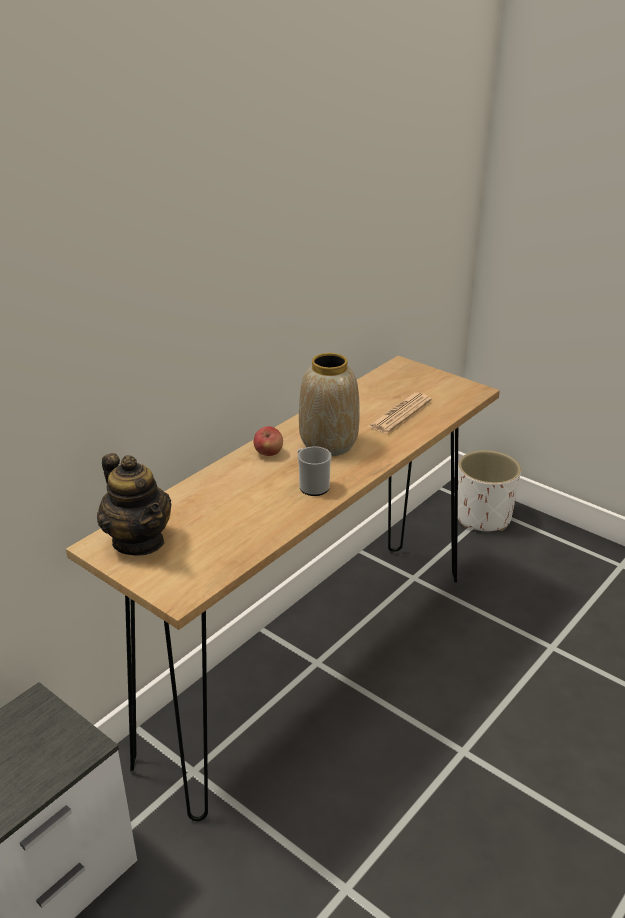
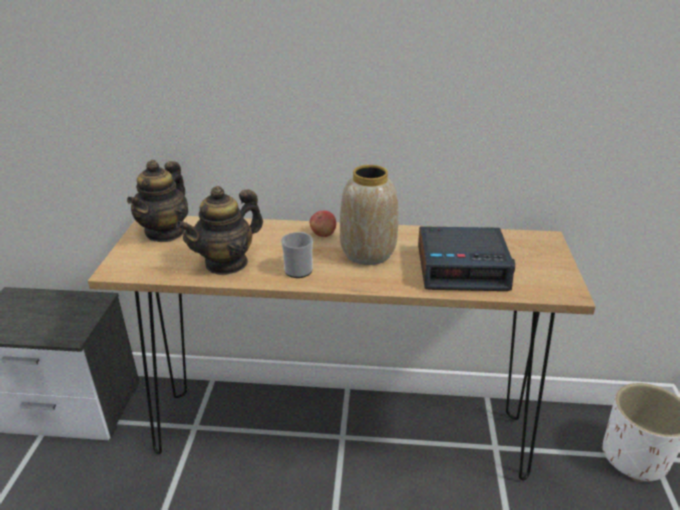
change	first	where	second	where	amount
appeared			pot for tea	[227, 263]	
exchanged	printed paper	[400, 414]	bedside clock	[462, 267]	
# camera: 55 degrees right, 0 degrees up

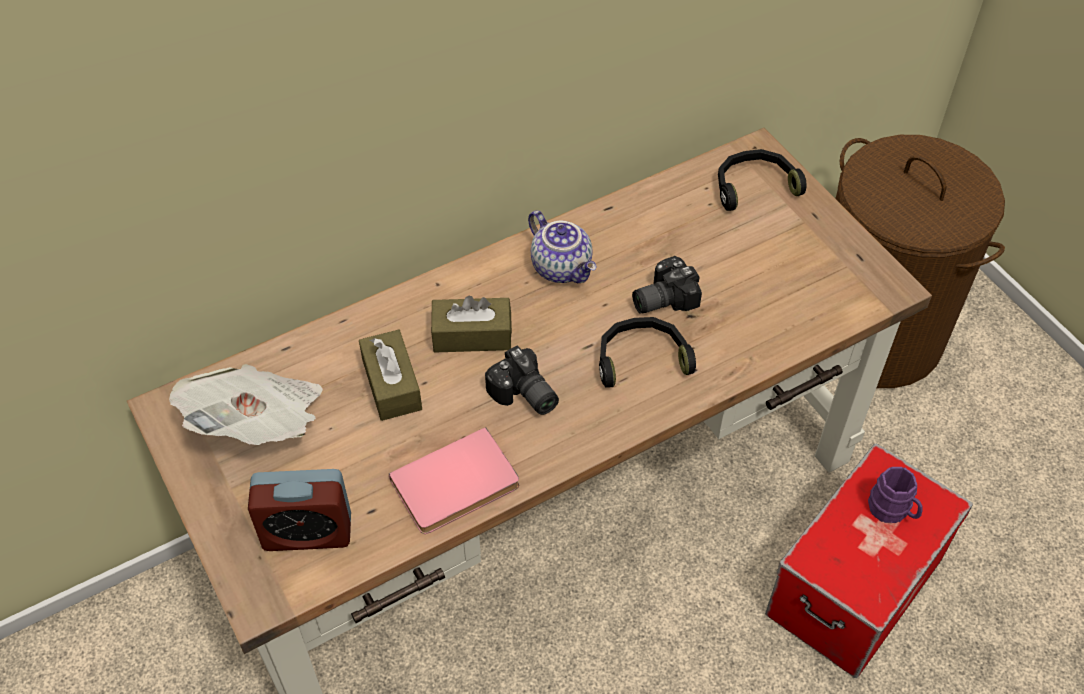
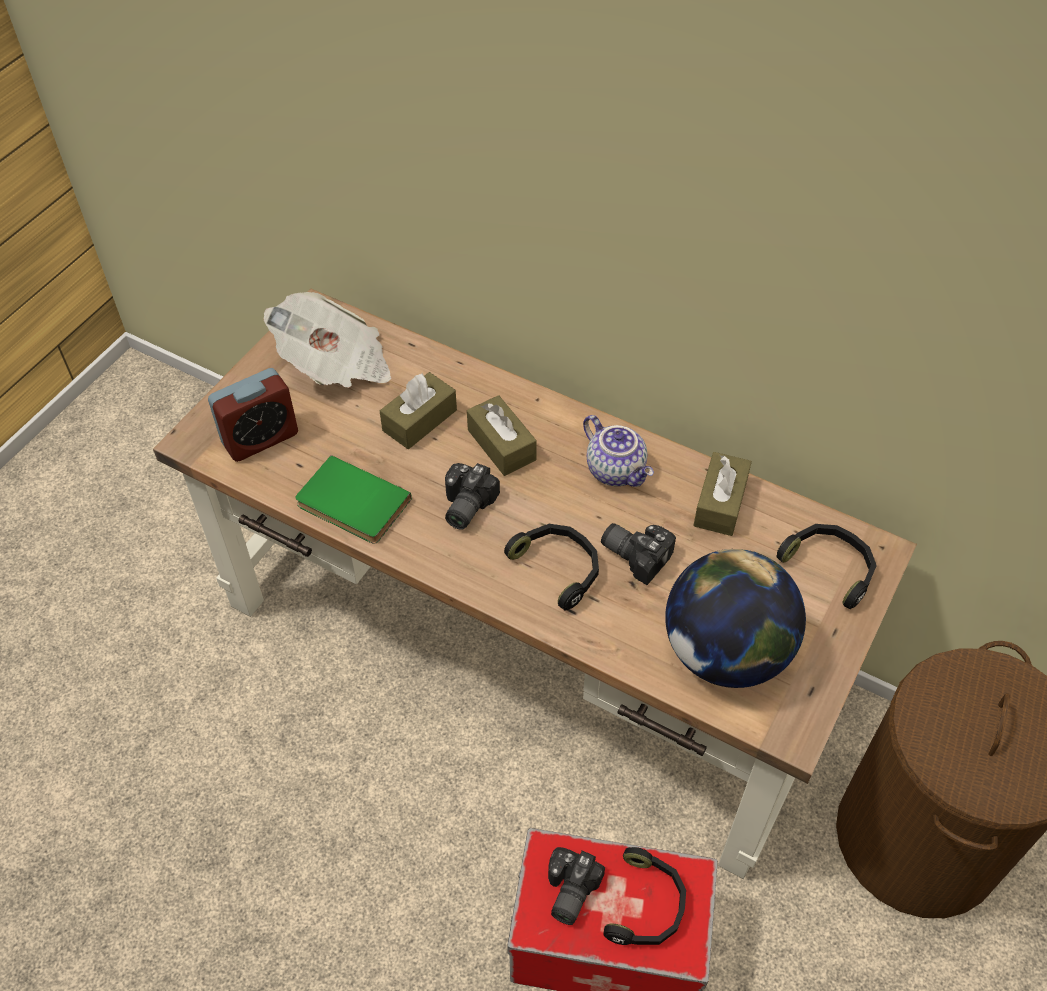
change	first	where	second	where	amount
appeared			photo camera	[567, 891]	
appeared			world globe	[725, 653]	
appeared			box of tissues (brown-coloured)	[720, 503]	
exchanged	tea mug (purple-coloured)	[892, 511]	pair of headphones (blackish)	[647, 906]	
colour	volume (pink)	[457, 486]	volume (green)	[351, 505]	
spun	bedside clock	[307, 532]		[260, 438]	90 degrees counterclockwise
spun	pot for tea	[563, 267]		[617, 470]	60 degrees counterclockwise
# camera: 60 degrees right, 0 degrees up

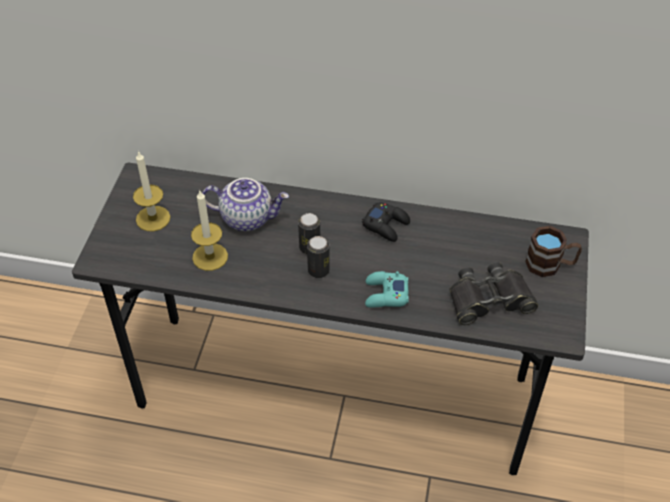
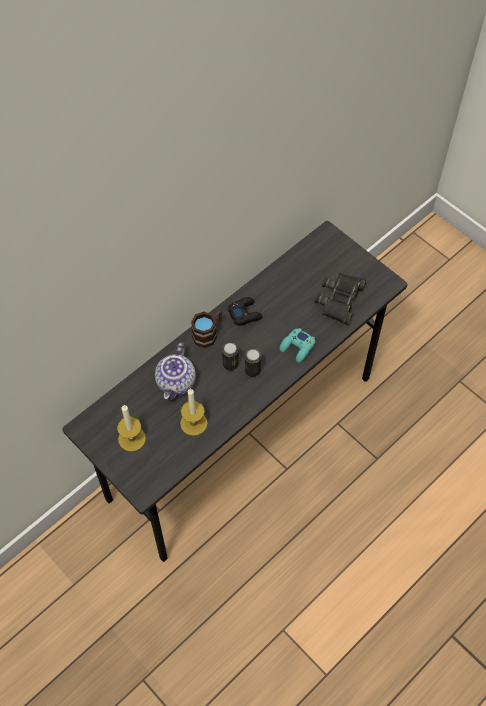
change	first	where	second	where	amount
relocated	tea mug (brown-coloured)	[550, 265]		[208, 333]	
spun	pot for tea	[247, 217]		[177, 383]	150 degrees clockwise
# camera: 55 degrees left, 10 degrees up

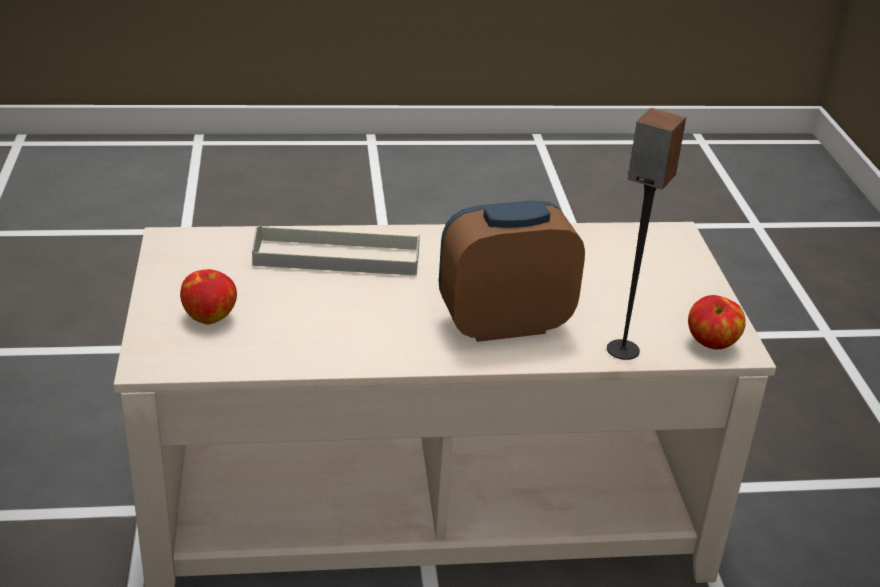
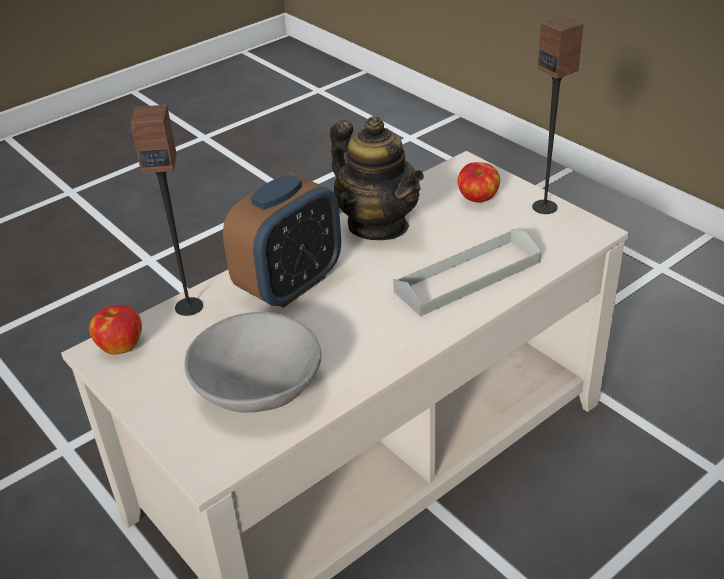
change	first	where	second	where	amount
appeared			serving bowl (gray)	[257, 389]	
appeared			pot for tea	[378, 225]	
appeared			speaker	[545, 207]	
# camera: 150 degrees right, 5 degrees up

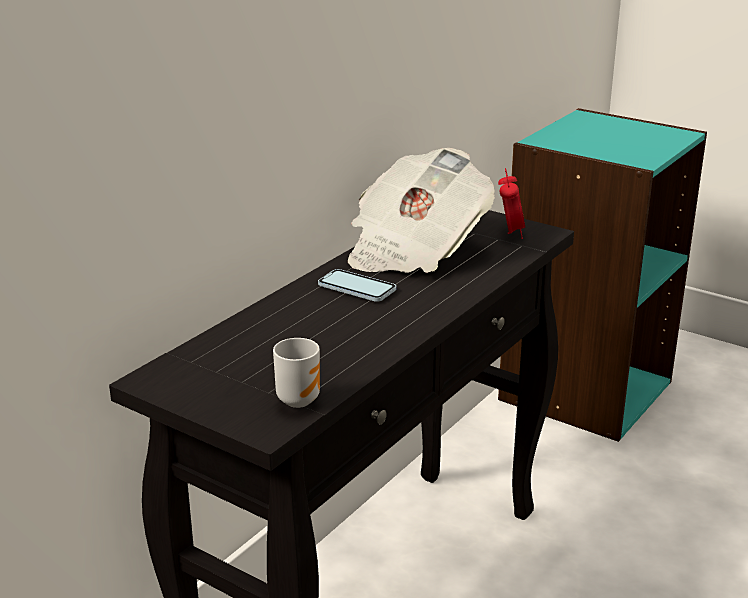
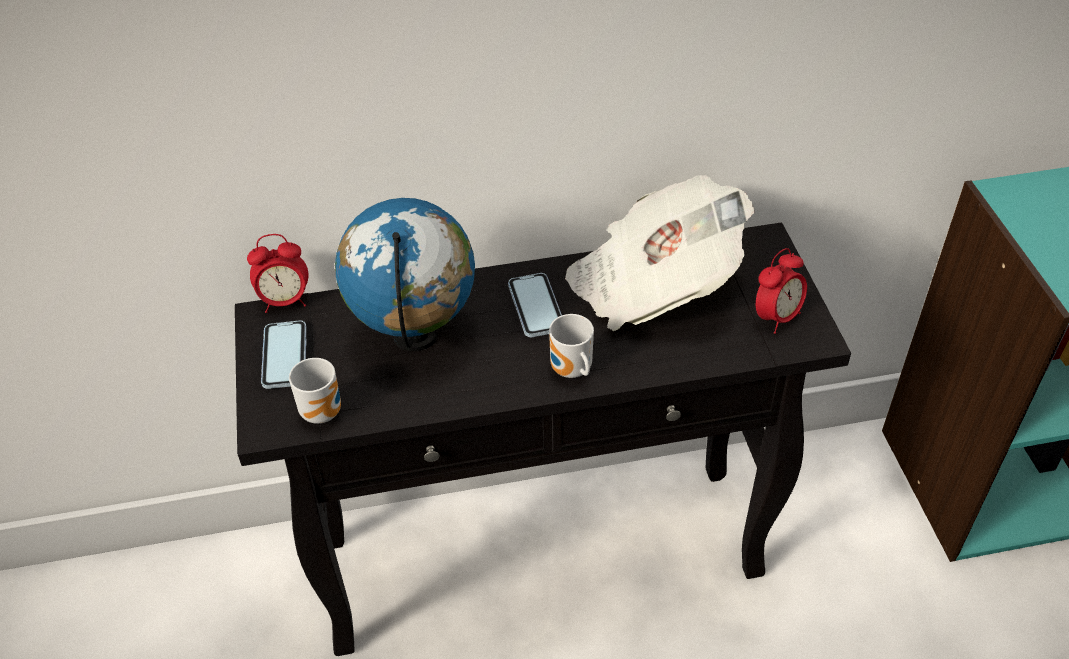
change	first	where	second	where	amount
appeared			bedside clock	[285, 301]	
appeared			handset	[285, 356]	
appeared			world globe	[416, 337]	
appeared			tea mug	[571, 372]	
# camera: 45 degrees right, 20 degrees up

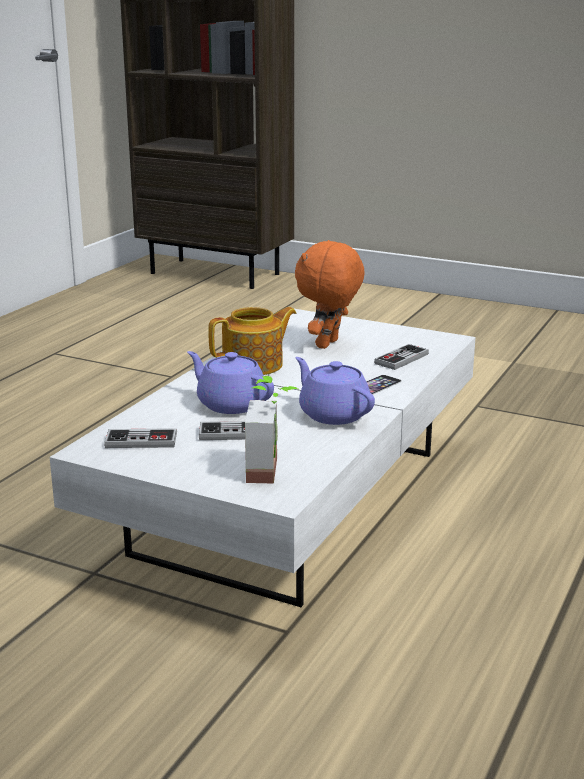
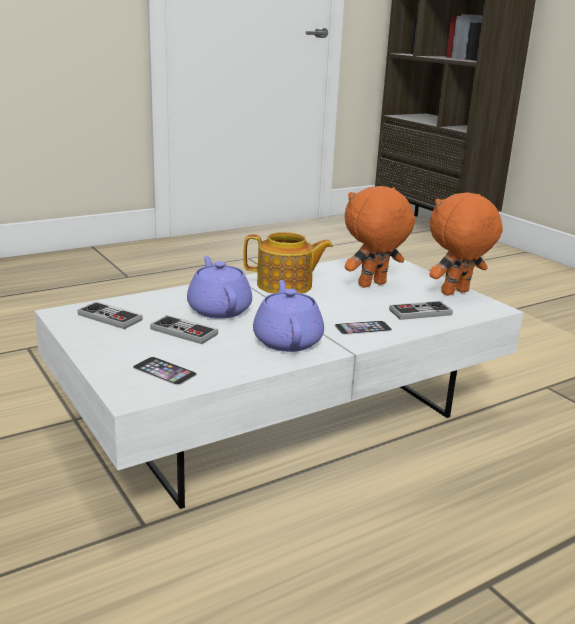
change	first	where	second	where	amount
appeared			cuddly toy (orange-coloured)	[455, 293]	
exchanged	houseplant	[273, 470]	handset	[164, 371]	
# camera: 30 degrees right, 0 degrees up

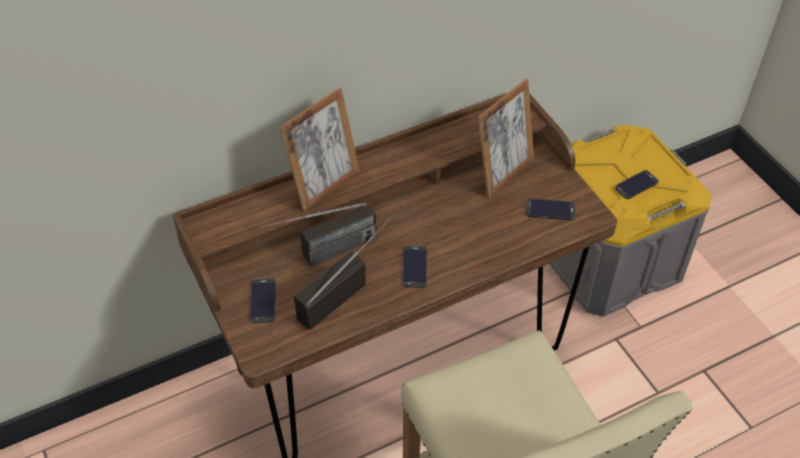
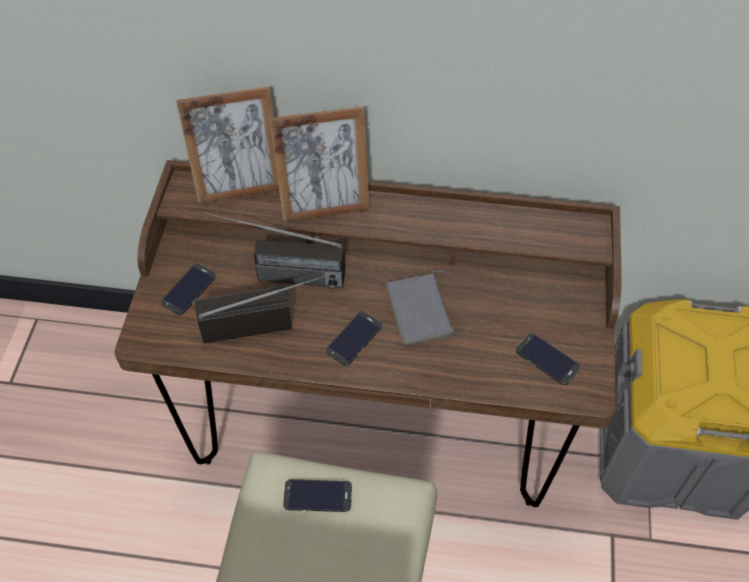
change	first	where	second	where	amount
appeared			volume (gray)	[422, 311]	
relocated	picture frame	[503, 173]		[240, 187]	
relocated	handset	[636, 185]		[317, 496]	
# camera: 35 degrees right, 5 degrees up

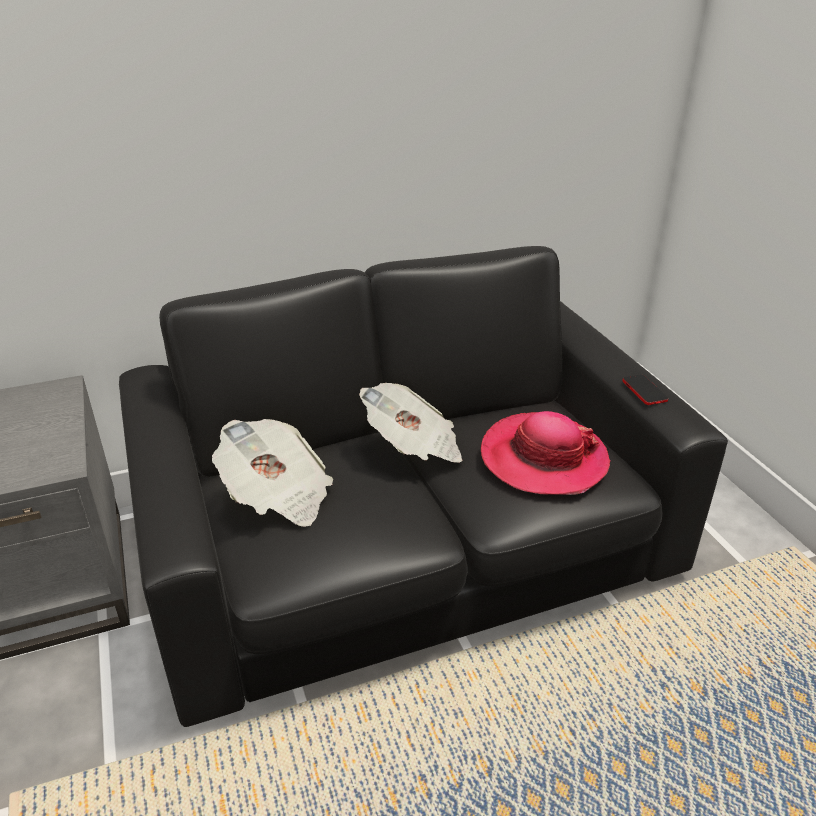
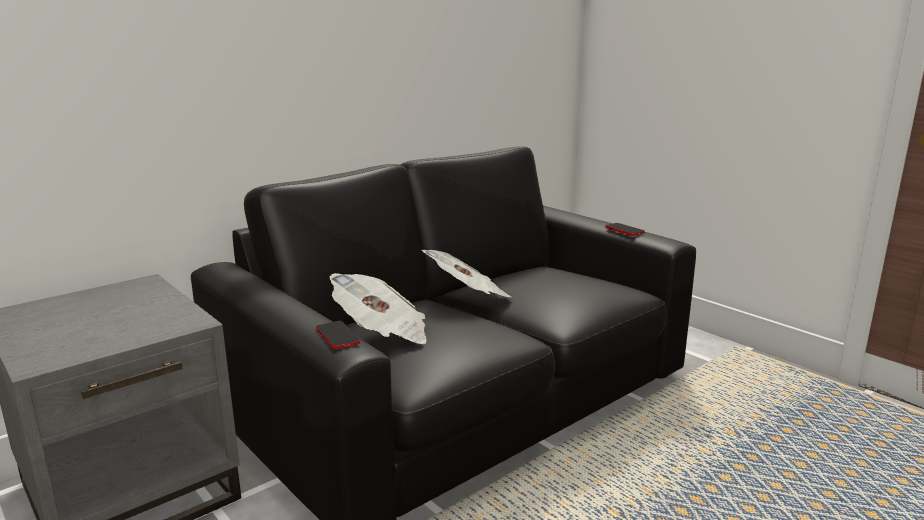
change	first	where	second	where	amount
missing	hat	[543, 458]			
appeared			handset	[337, 336]	
# camera: 20 degrees left, 15 degrees down

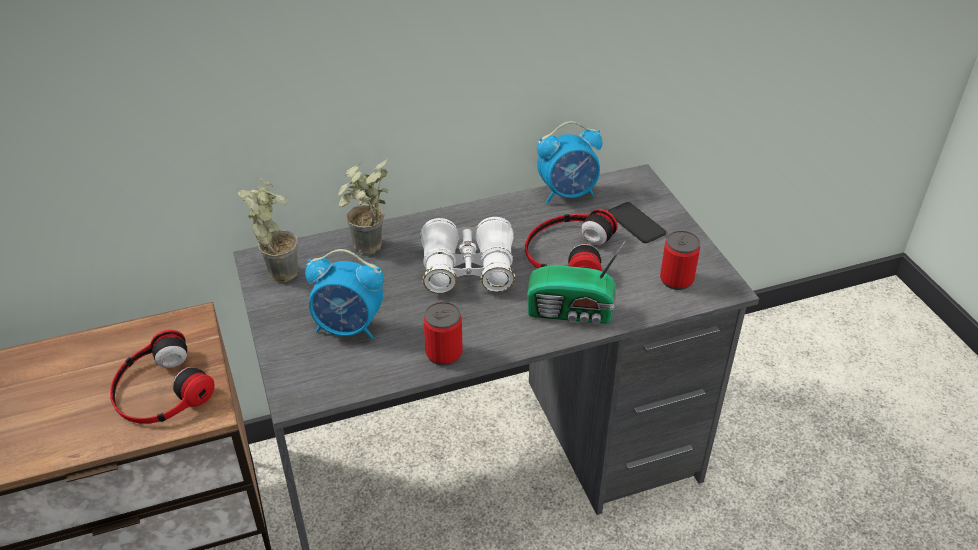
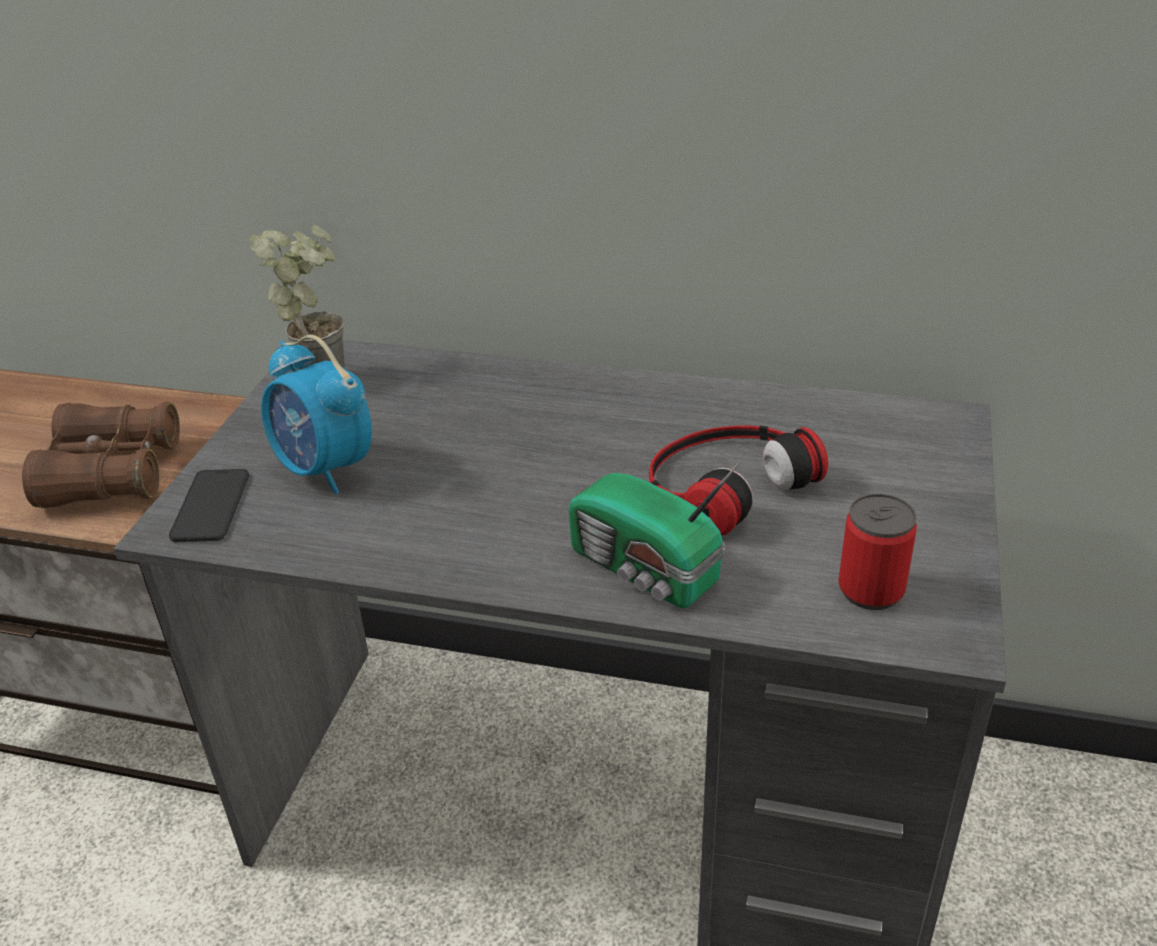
change	first	where	second	where	amount
missing	houseplant	[368, 252]			
missing	pair of binoculars (white-coloured)	[468, 269]			
missing	can	[444, 353]			
missing	bedside clock	[568, 193]			
relocated	handset	[636, 223]		[211, 506]	
exchanged	pair of headphones	[159, 390]	pair of binoculars (brown-coloured)	[112, 474]	
# camera: 35 degrees right, 5 degrees down

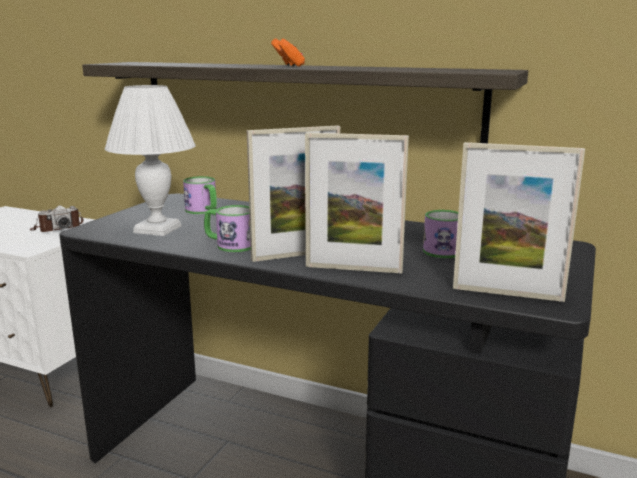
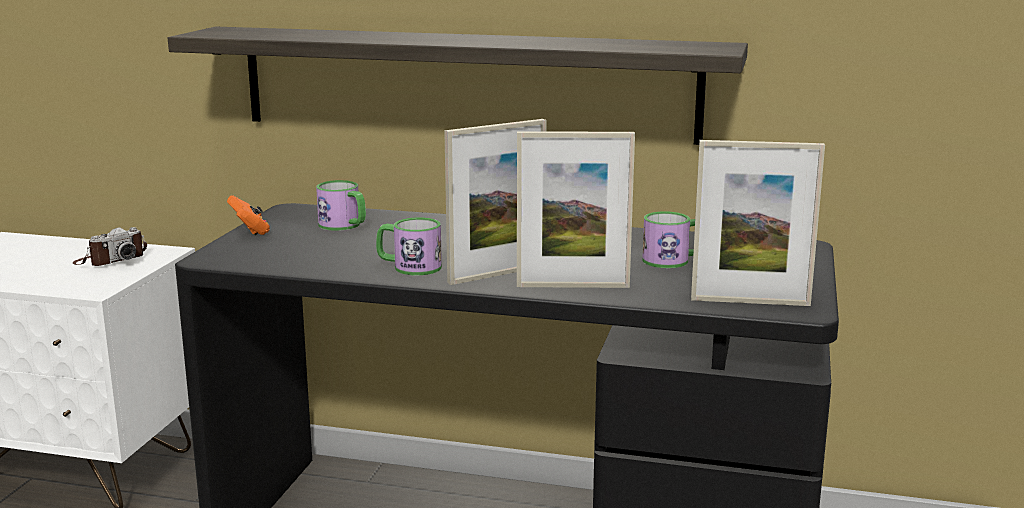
change	first	where	second	where	amount
missing	tabletop lamp (white-coloured)	[156, 229]			
relocated	joypad (orange-coloured)	[288, 66]		[250, 231]	
# camera: 10 degrees left, 0 degrees up

